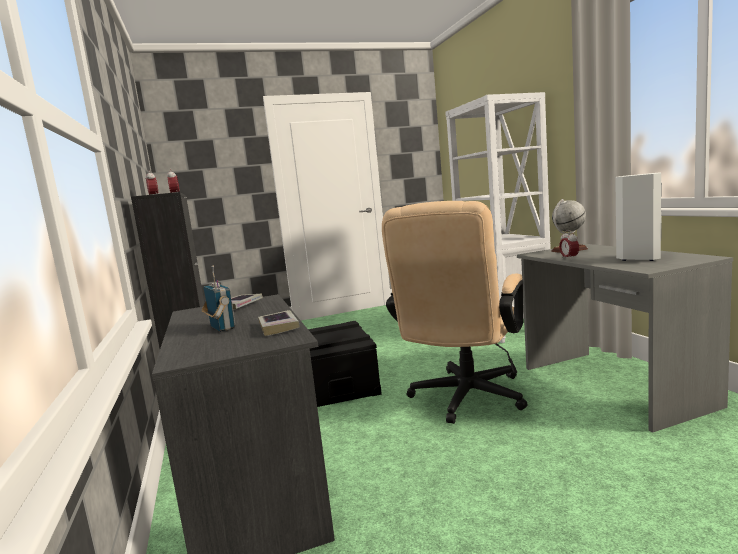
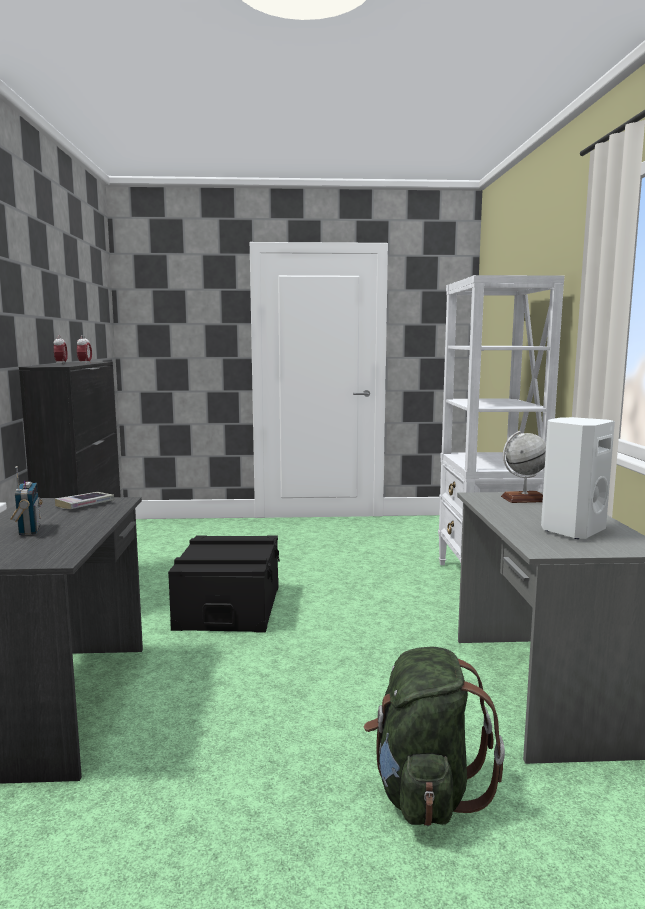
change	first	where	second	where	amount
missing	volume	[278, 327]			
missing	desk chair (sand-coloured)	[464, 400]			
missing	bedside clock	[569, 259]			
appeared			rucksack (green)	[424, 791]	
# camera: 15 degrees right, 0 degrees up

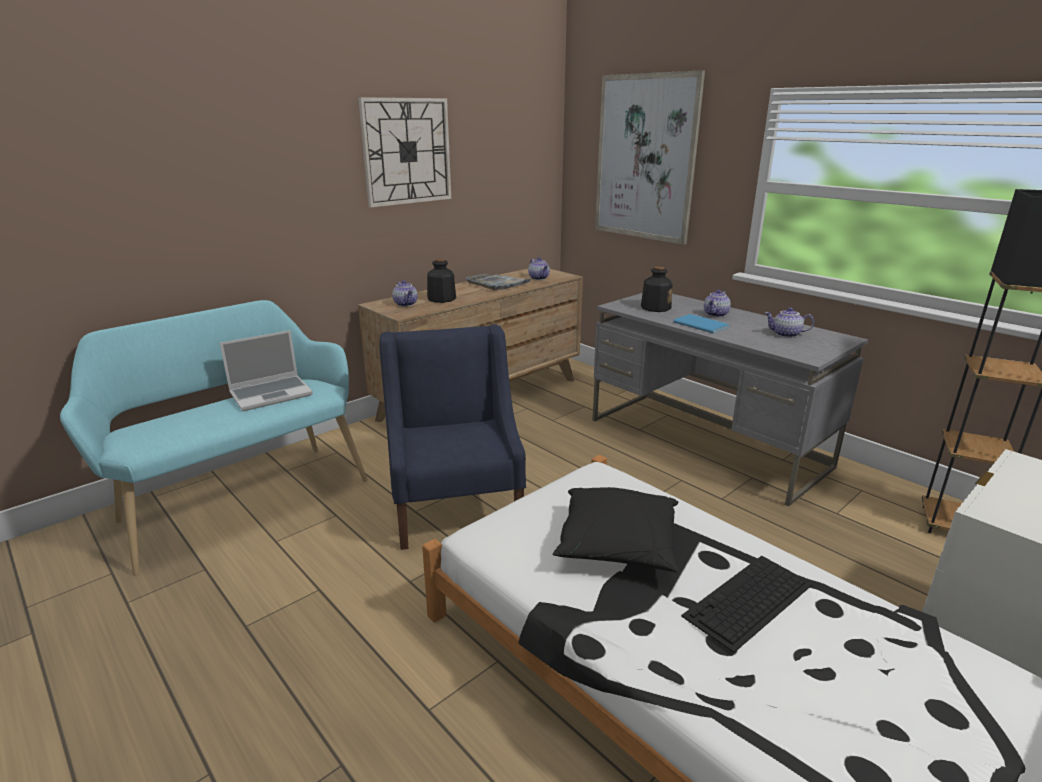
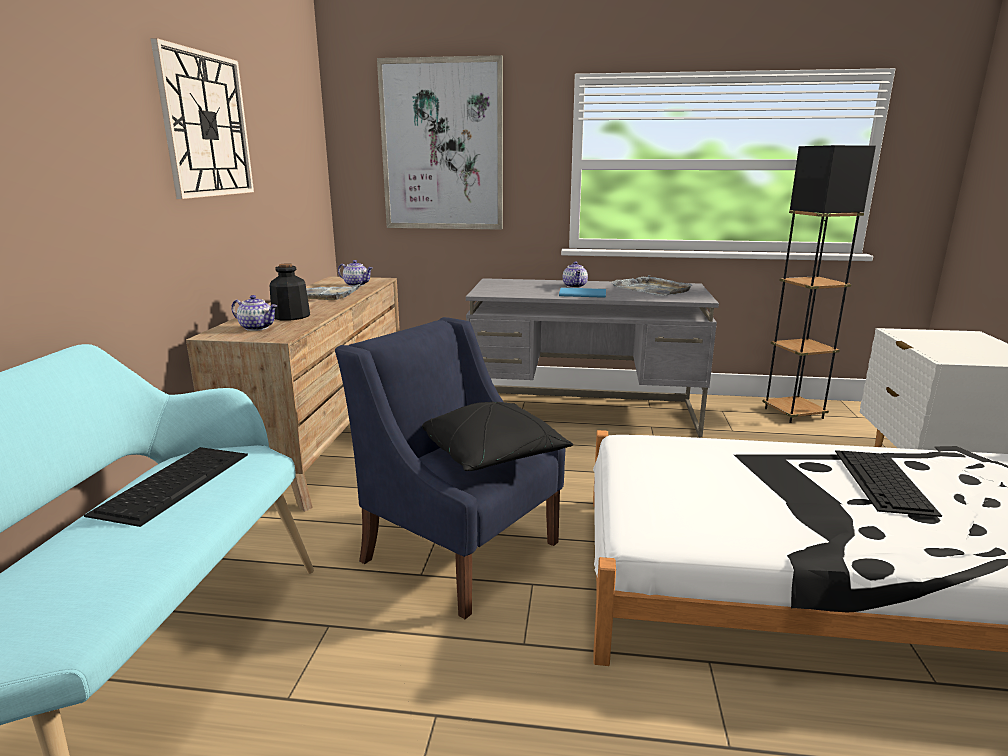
change	first	where	second	where	amount
missing	drink bottle	[655, 308]			
relocated	cushion (blackish)	[617, 545]		[493, 455]	
exchanged	laptop	[272, 394]	computer keyboard	[174, 482]	
exchanged	pot for tea	[785, 334]	carrying tray (gray)	[651, 289]	
# camera: 40 degrees left, 5 degrees down

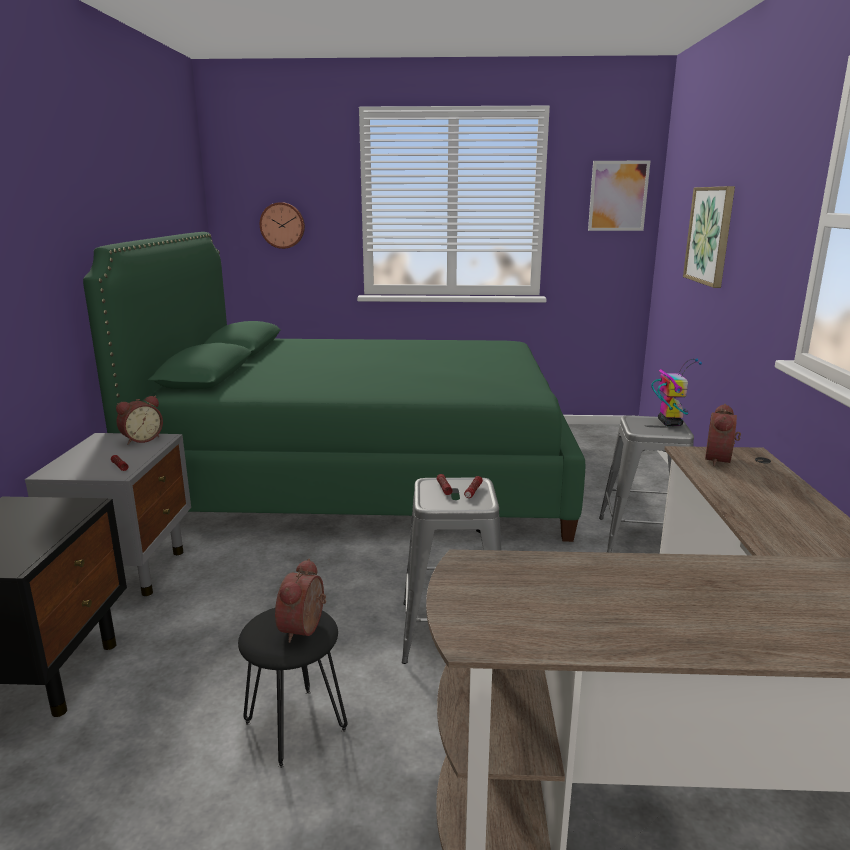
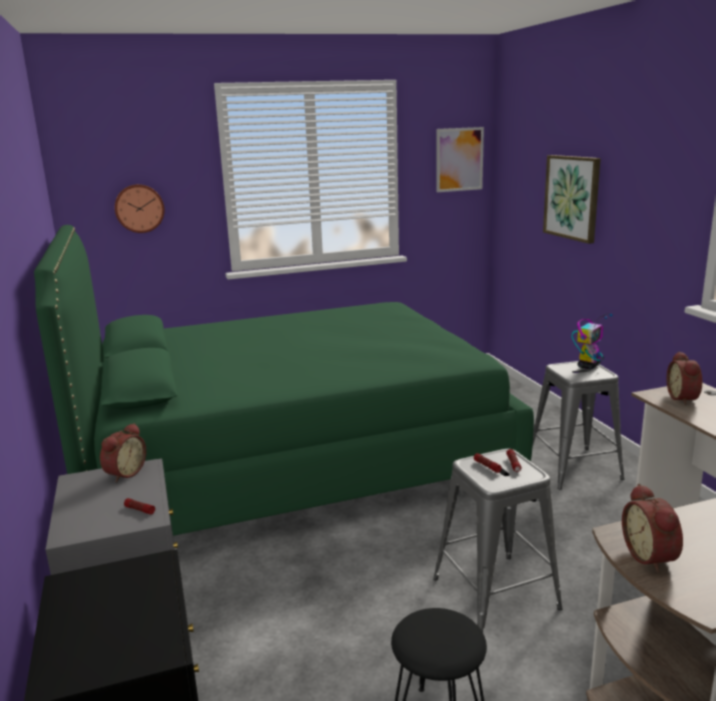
change	first	where	second	where	amount
relocated	bedside clock	[305, 629]		[651, 556]	
spun	toy robot	[669, 423]		[588, 366]	60 degrees clockwise
# camera: 20 degrees left, 0 degrees up

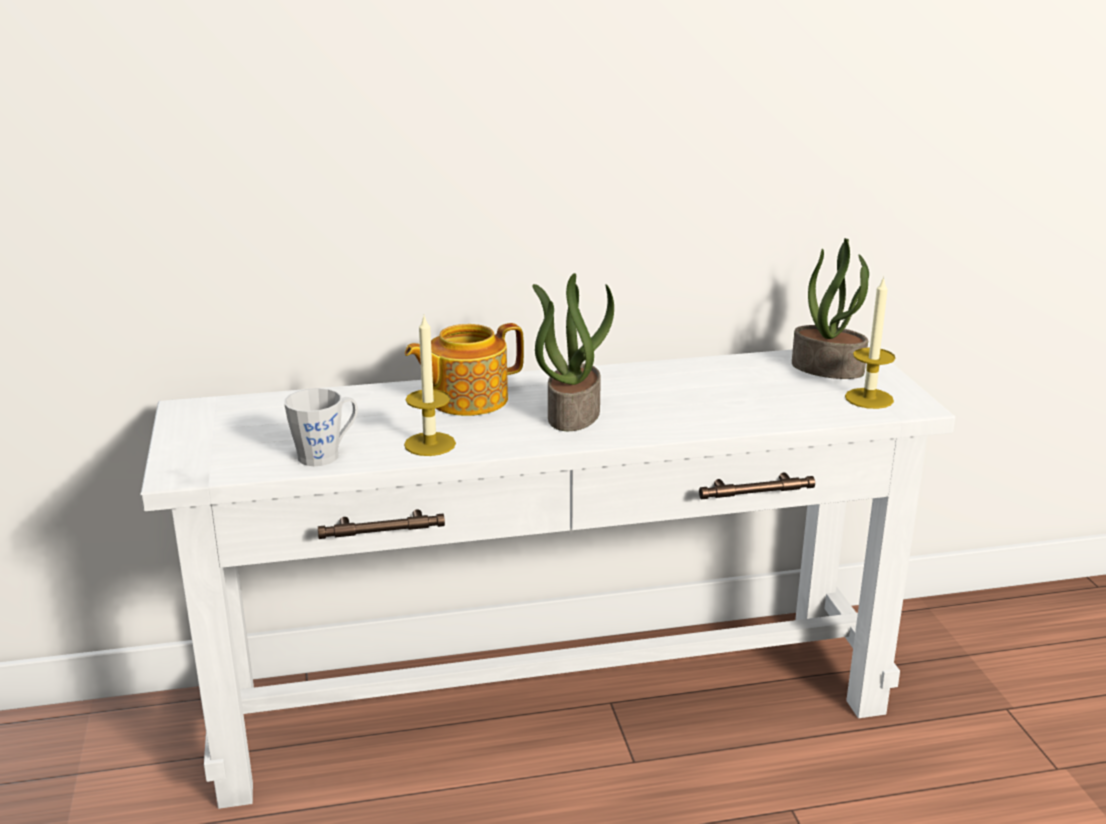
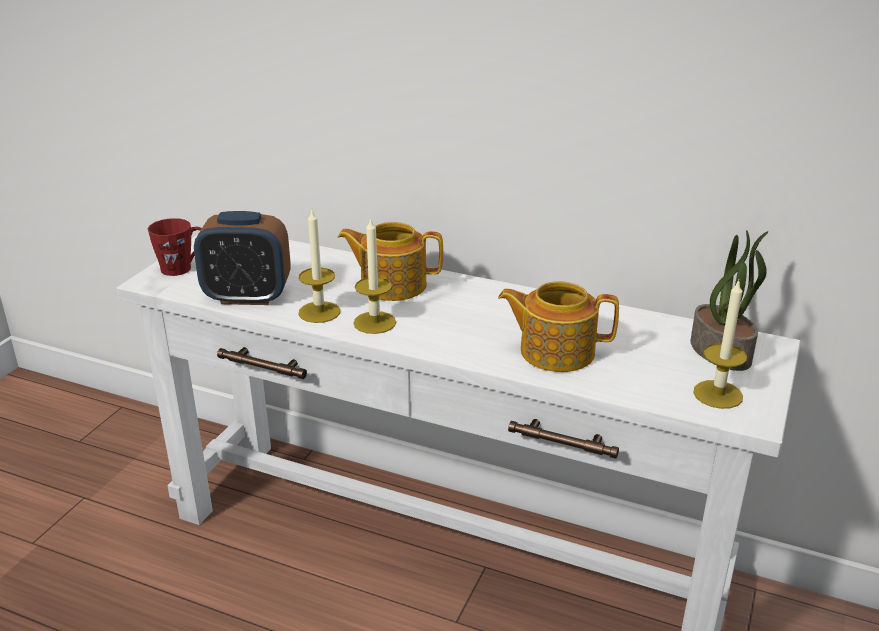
change	first	where	second	where	amount
missing	houseplant	[572, 414]			
appeared			tea mug (red-coloured)	[182, 268]	
appeared			wax candle	[374, 322]	
appeared			pot for tea	[555, 351]	
exchanged	tea mug (gray)	[326, 454]	bedside clock	[247, 297]	
# camera: 35 degrees right, 5 degrees up

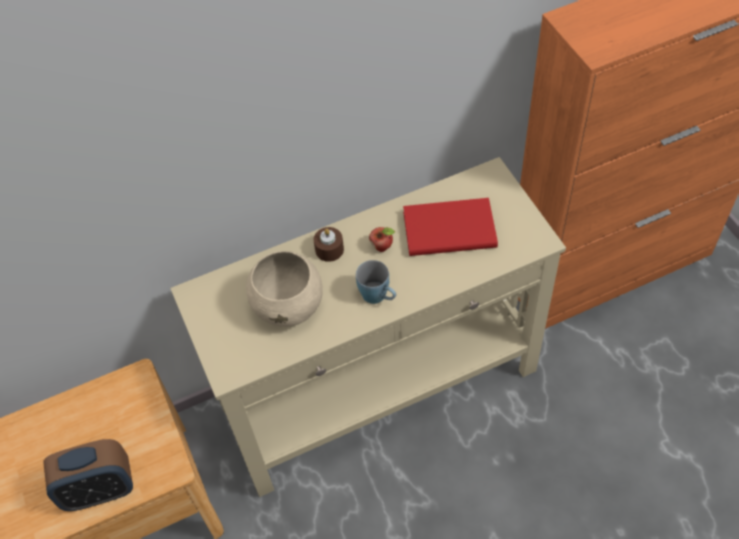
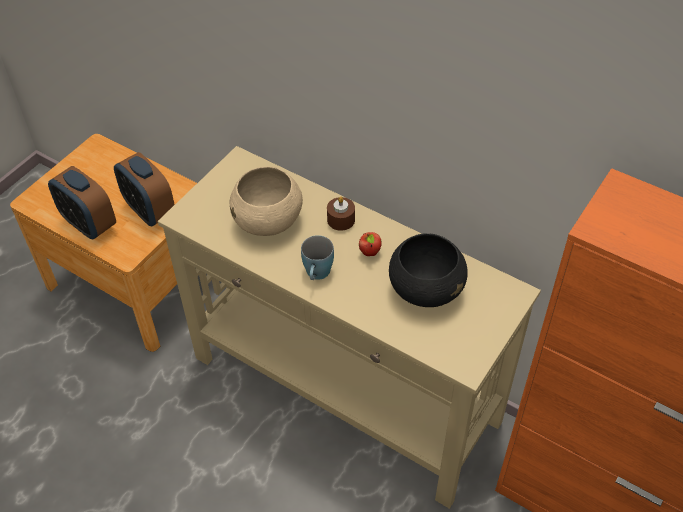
change	first	where	second	where	amount
appeared			bedside clock	[150, 211]	
exchanged	volume (red-coloured)	[447, 228]	serving bowl (blackish)	[425, 289]	
# camera: 55 degrees right, 5 degrees down

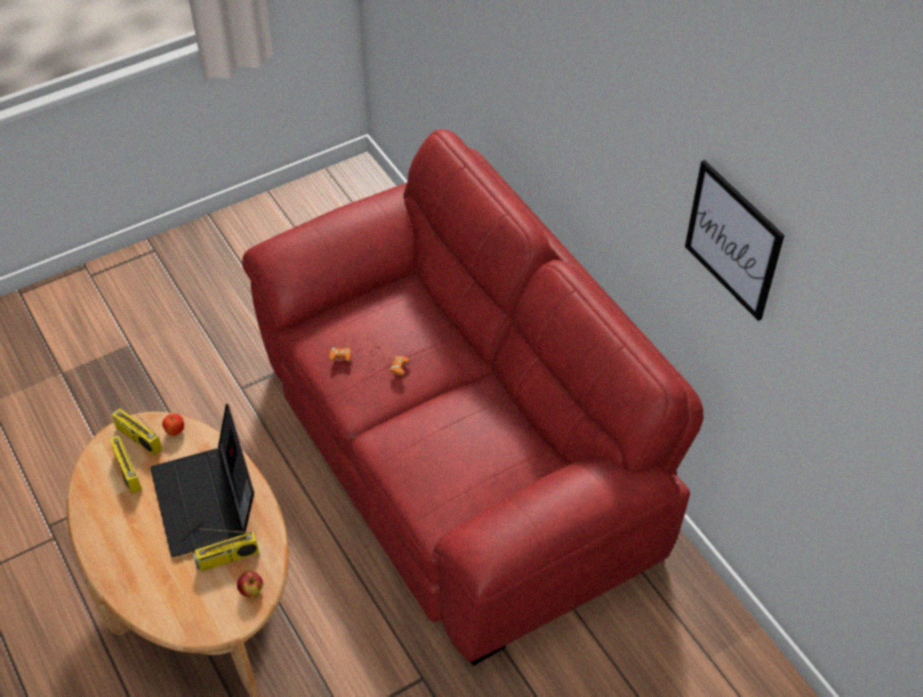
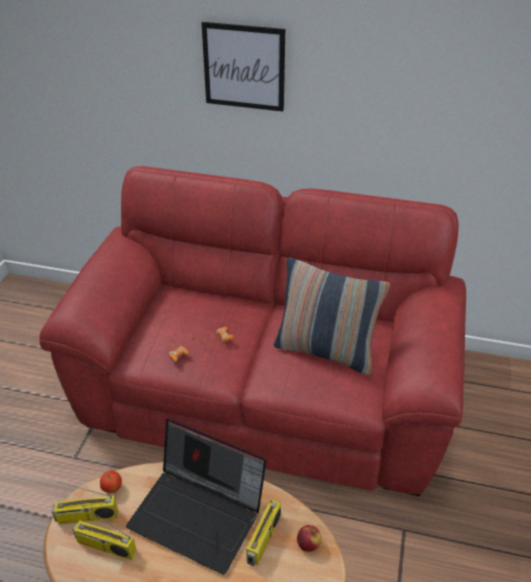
change	first	where	second	where	amount
appeared			cushion	[326, 351]	
relocated	picture	[733, 240]		[244, 67]	
# camera: 45 degrees left, 10 degrees down

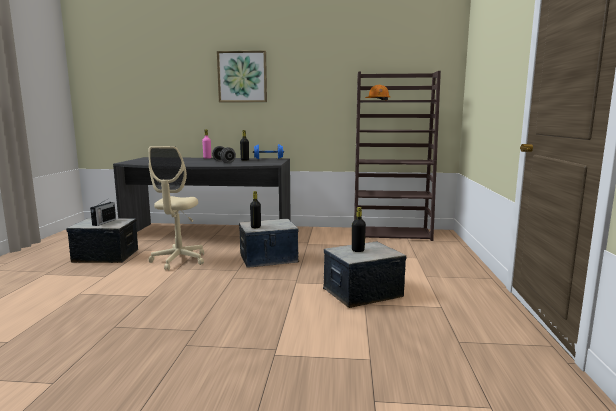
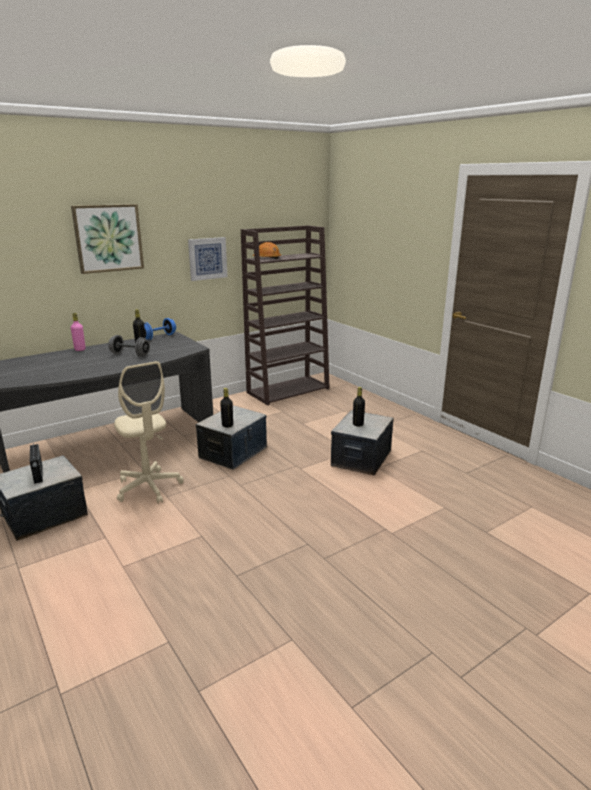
change	first	where	second	where	amount
appeared			picture	[207, 258]	
# camera: 40 degrees left, 10 degrees up

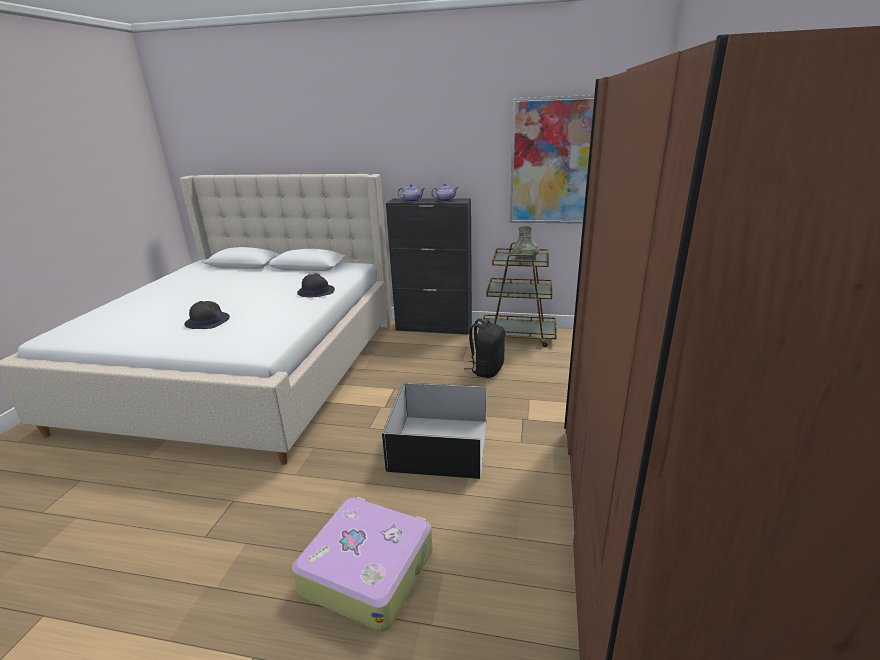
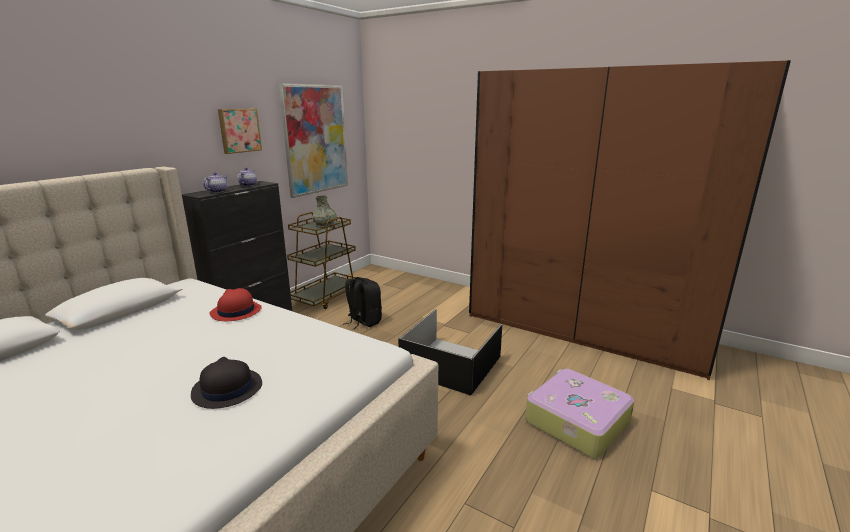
change	first	where	second	where	amount
appeared			picture	[239, 130]	
colour	hat (blackish)	[315, 291]	hat (red-coloured)	[235, 311]	
# camera: 70 degrees left, 5 degrees down

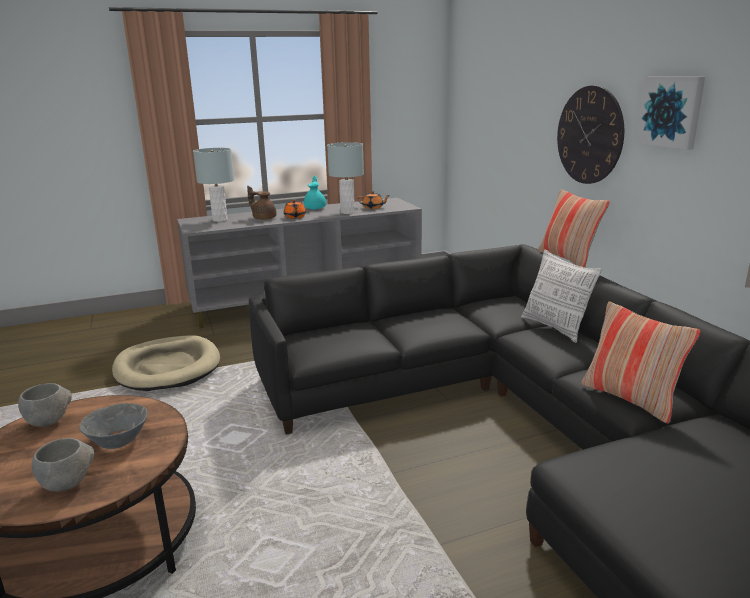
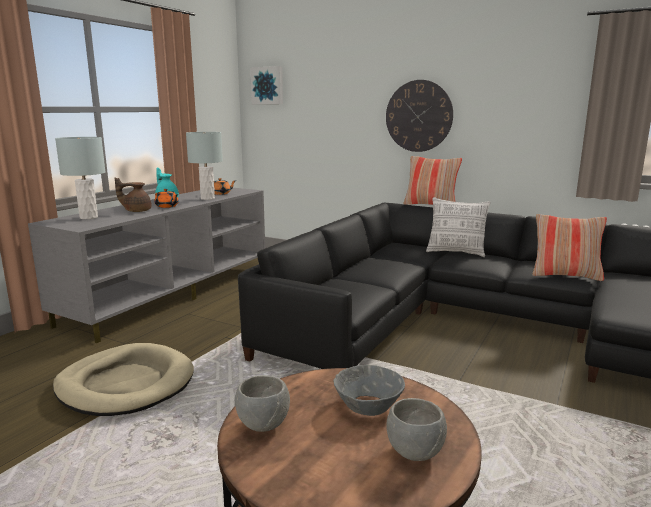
change	first	where	second	where	amount
relocated	picture	[671, 112]		[267, 85]	
# camera: 40 degrees left, 5 degrees down

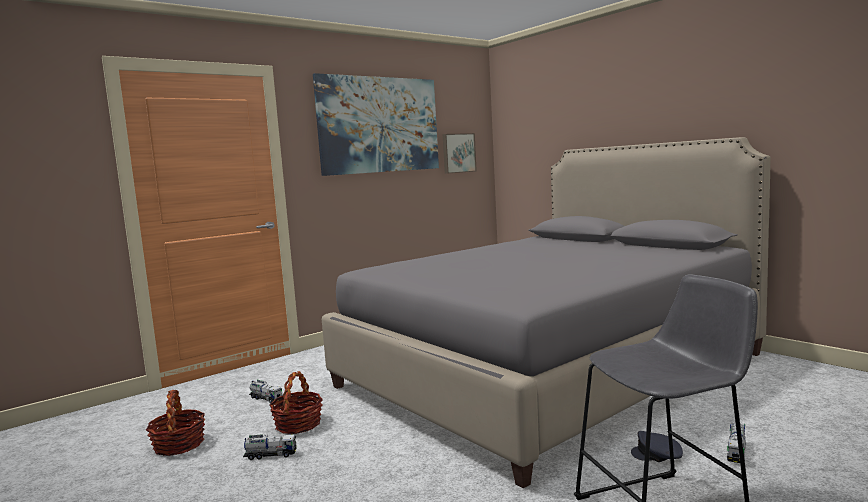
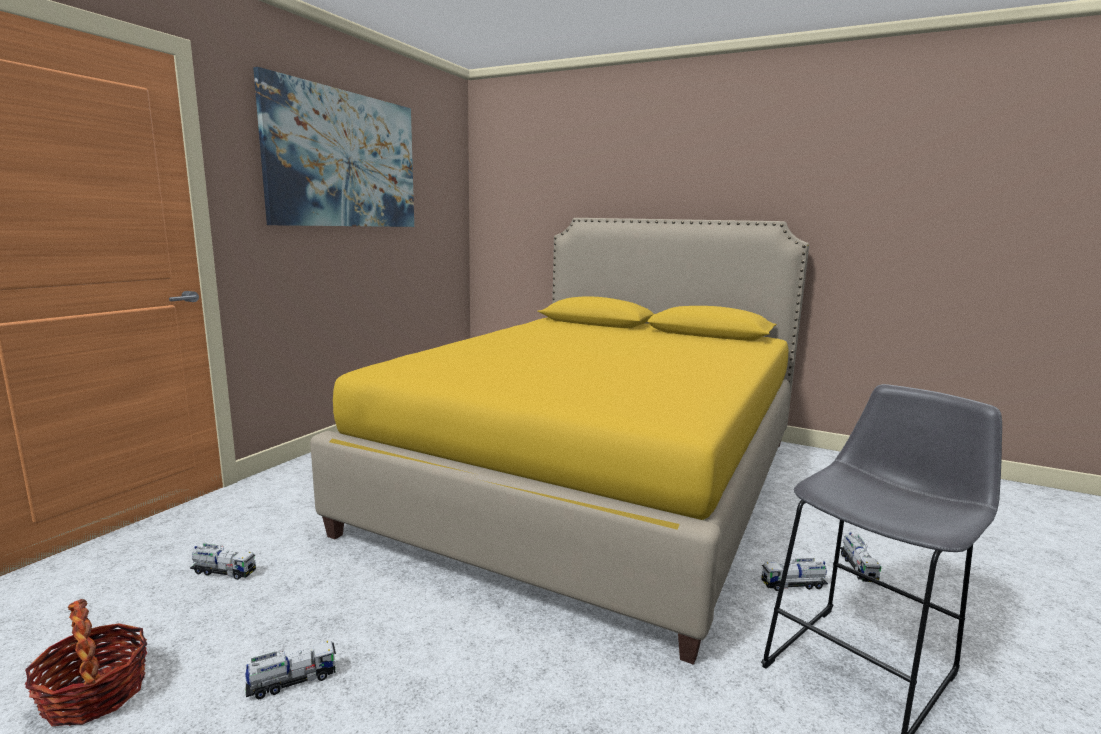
change	first	where	second	where	amount
missing	basket	[298, 424]			
missing	picture	[458, 153]			
exchanged	peaked cap (gray)	[657, 455]	toy truck	[793, 585]	
colour	bed (gray)	[550, 370]	bed (yellow-coloured)	[596, 481]	
# camera: 25 degrees left, 5 degrees up

